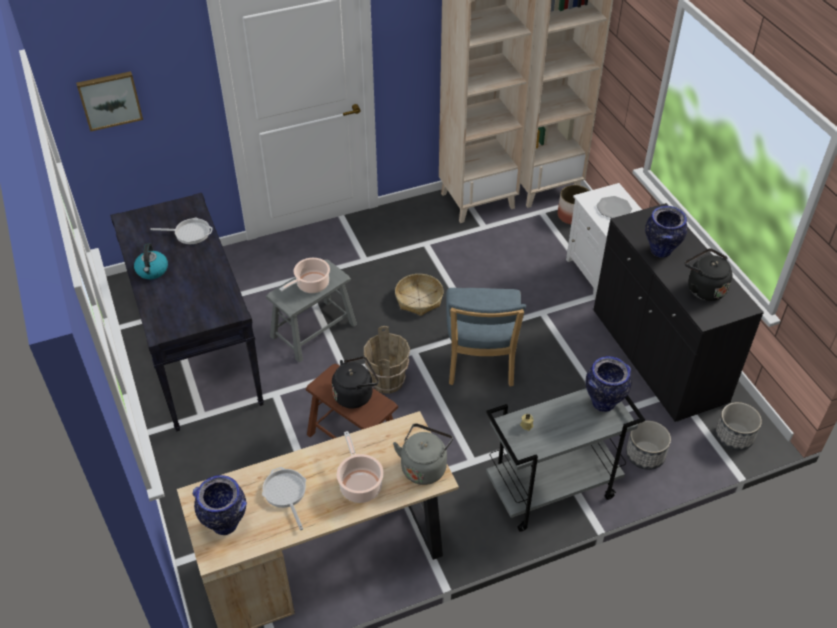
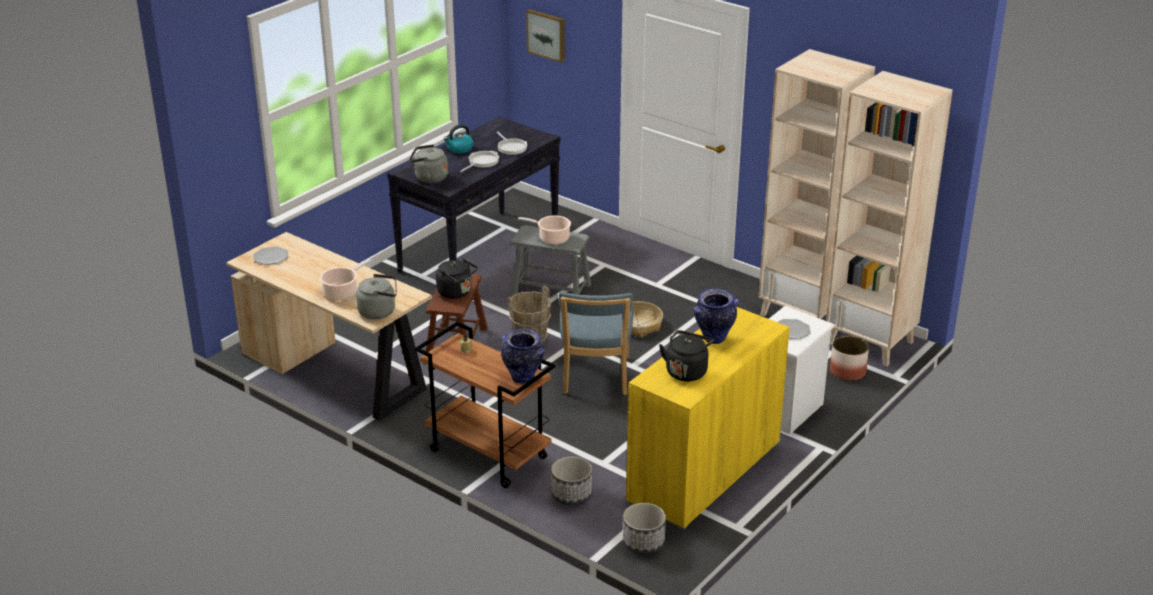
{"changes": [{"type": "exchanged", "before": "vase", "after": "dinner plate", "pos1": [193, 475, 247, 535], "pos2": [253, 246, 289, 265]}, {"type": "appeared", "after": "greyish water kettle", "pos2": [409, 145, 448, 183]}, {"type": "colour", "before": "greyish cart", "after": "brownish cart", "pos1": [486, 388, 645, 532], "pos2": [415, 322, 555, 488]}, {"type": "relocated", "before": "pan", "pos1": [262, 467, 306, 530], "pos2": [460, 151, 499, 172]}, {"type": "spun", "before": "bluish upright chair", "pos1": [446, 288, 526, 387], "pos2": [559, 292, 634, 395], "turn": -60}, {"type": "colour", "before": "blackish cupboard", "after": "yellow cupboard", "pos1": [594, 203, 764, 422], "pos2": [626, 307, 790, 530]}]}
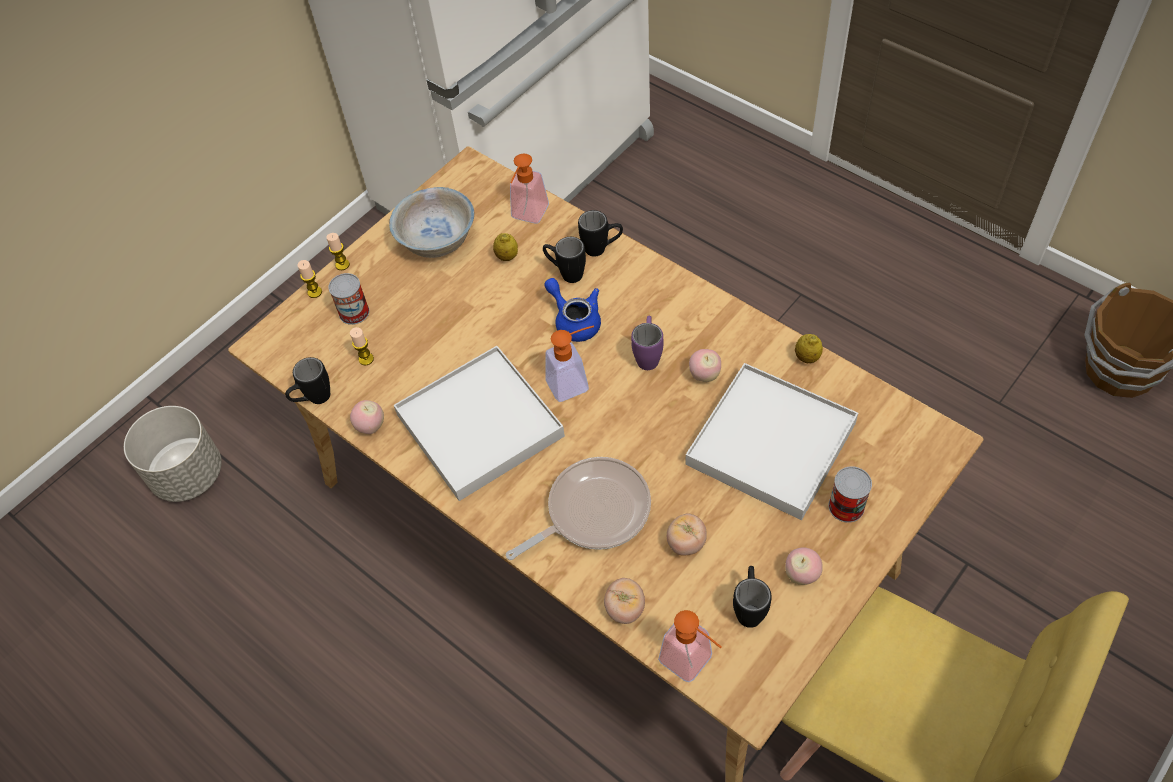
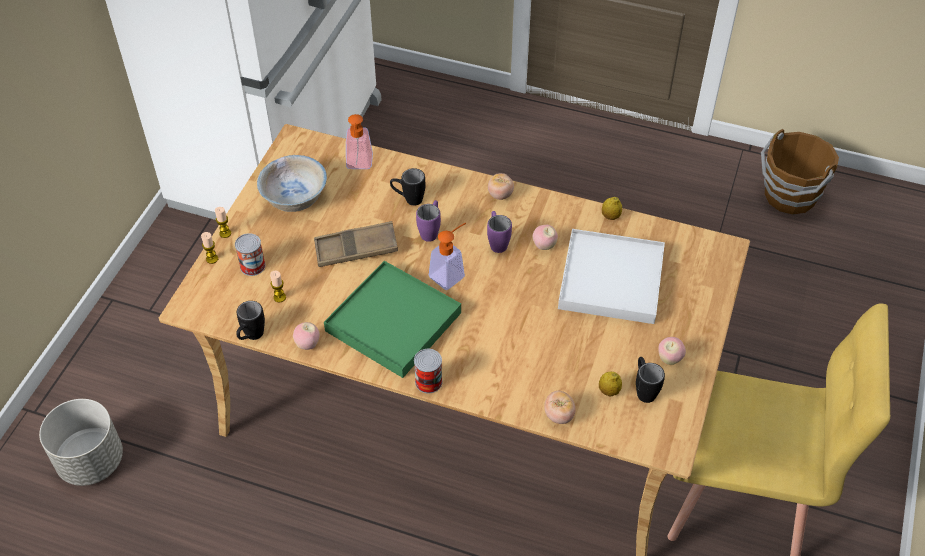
{"changes": [{"type": "appeared", "after": "brownish carrying tray", "pos2": [314, 221, 398, 267]}, {"type": "colour", "before": "whitish carrying tray", "after": "greenish carrying tray", "pos1": [394, 346, 565, 501], "pos2": [324, 261, 461, 378]}, {"type": "relocated", "before": "sealed can", "pos1": [829, 466, 872, 523], "pos2": [414, 349, 443, 393]}, {"type": "exchanged", "before": "bluish tea pot", "after": "purple-coloured mug", "pos1": [544, 278, 601, 342], "pos2": [416, 200, 441, 242]}, {"type": "relocated", "before": "tomato", "pos1": [667, 513, 707, 556], "pos2": [488, 173, 514, 200]}, {"type": "relocated", "before": "lemon", "pos1": [493, 233, 518, 261], "pos2": [599, 372, 622, 396]}, {"type": "missing", "before": "pan", "pos1": [506, 457, 651, 560]}, {"type": "missing", "before": "blackish mug", "pos1": [578, 210, 623, 257]}, {"type": "missing", "before": "soap dispenser", "pos1": [658, 610, 722, 682]}]}
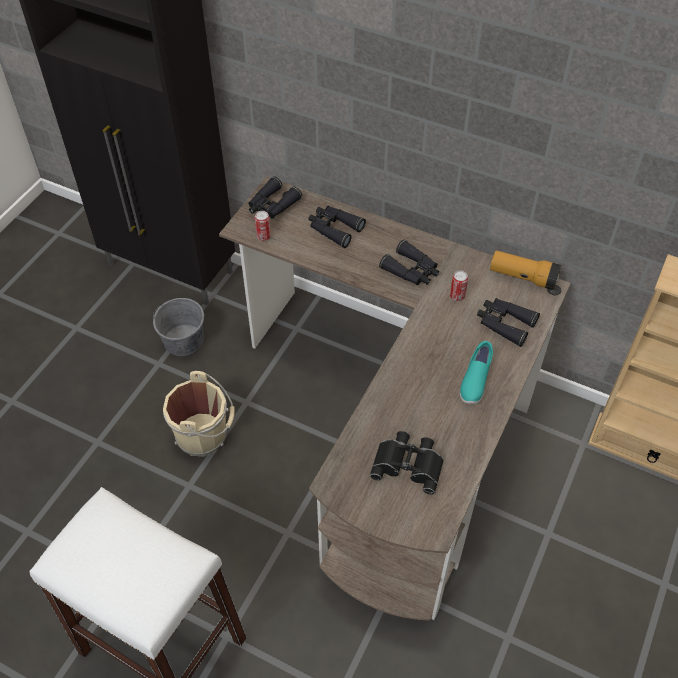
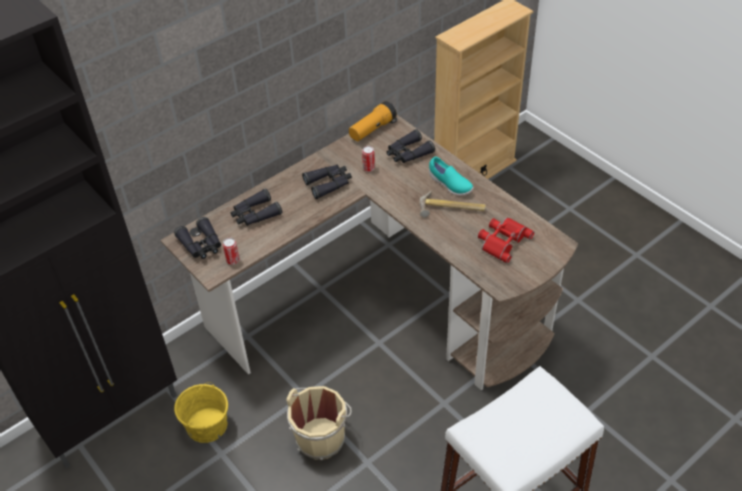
{"changes": [{"type": "colour", "before": "greyish bucket", "after": "yellow bucket", "pos1": [153, 298, 204, 356], "pos2": [174, 382, 228, 443]}, {"type": "appeared", "after": "hand hammer", "pos2": [419, 191, 486, 217]}, {"type": "colour", "before": "blackish binoculars", "after": "reddish binoculars", "pos1": [370, 431, 444, 495], "pos2": [478, 217, 534, 263]}]}
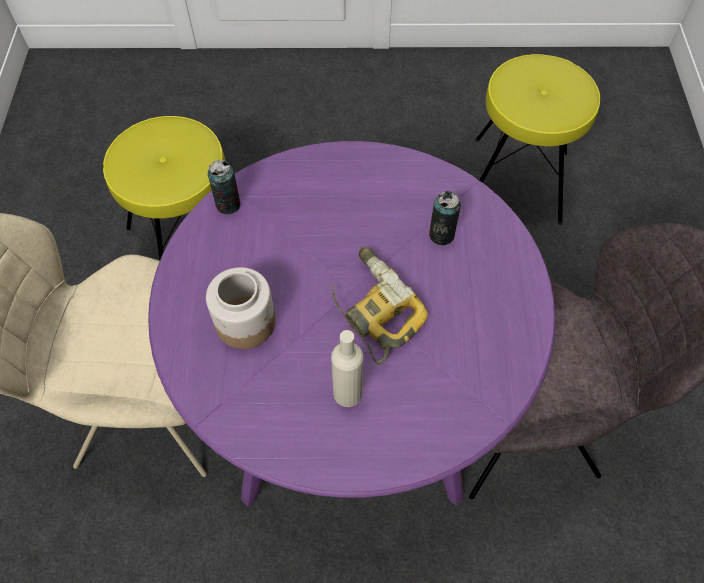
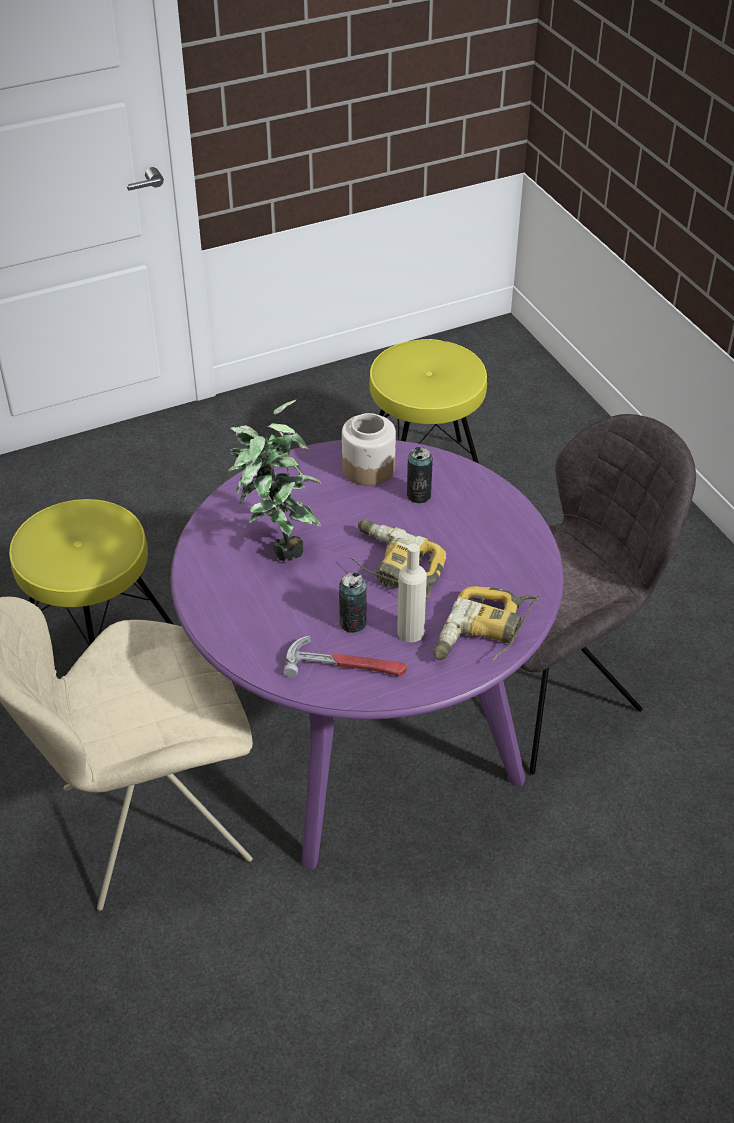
{"changes": [{"type": "appeared", "after": "plant in a pot", "pos2": [228, 400, 322, 561]}, {"type": "appeared", "after": "hand hammer", "pos2": [284, 636, 407, 677]}, {"type": "relocated", "before": "sealed can", "pos1": [208, 160, 240, 214], "pos2": [339, 573, 367, 633]}, {"type": "relocated", "before": "preserve jar", "pos1": [206, 267, 276, 349], "pos2": [342, 413, 396, 486]}, {"type": "appeared", "after": "drill", "pos2": [433, 586, 540, 661]}]}
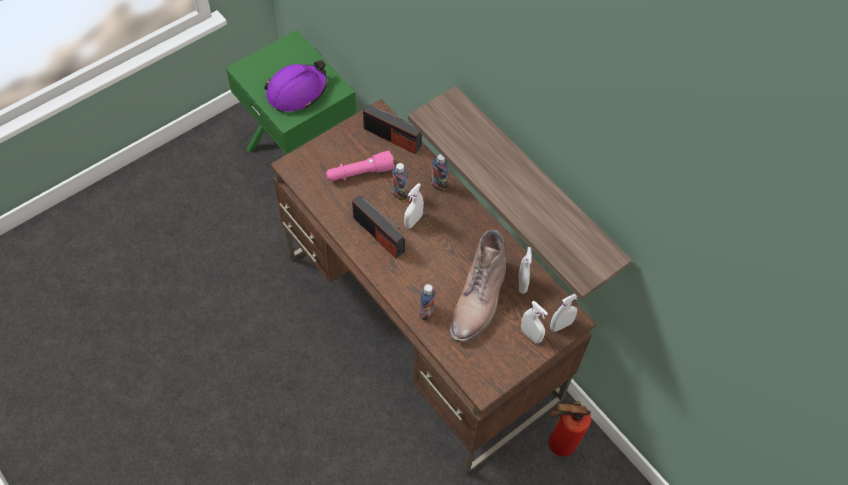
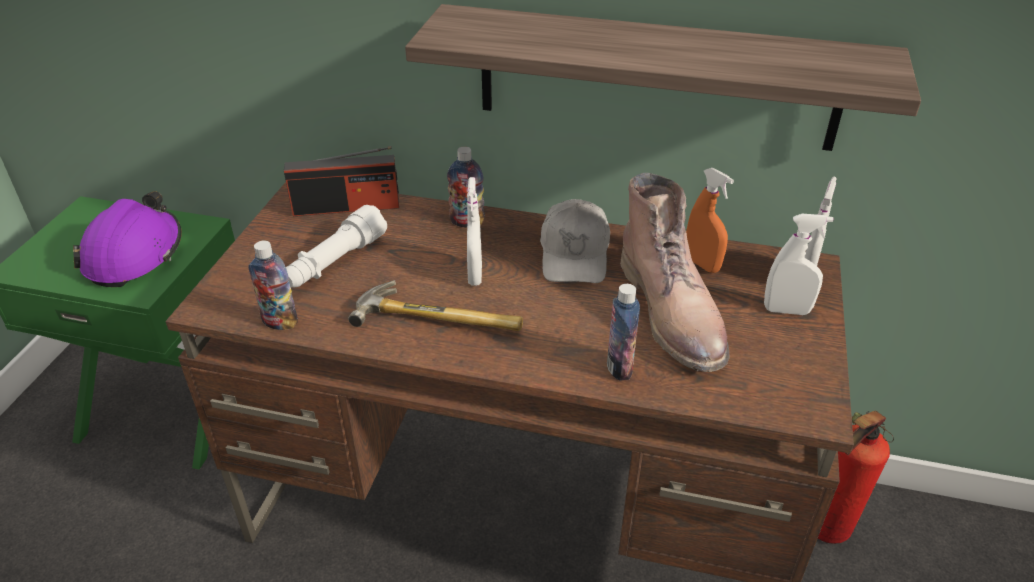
{"changes": [{"type": "relocated", "before": "beverage bottle", "pos1": [392, 163, 407, 201], "pos2": [248, 240, 298, 330]}, {"type": "colour", "before": "pink hand torch", "after": "whitish hand torch", "pos1": [326, 151, 395, 181], "pos2": [286, 205, 387, 288]}, {"type": "exchanged", "before": "radio receiver", "after": "hand hammer", "pos1": [352, 195, 405, 259], "pos2": [348, 280, 523, 331]}, {"type": "appeared", "after": "whitish cap", "pos2": [540, 199, 610, 283]}, {"type": "colour", "before": "whitish sprayer", "after": "orangey sprayer", "pos1": [518, 247, 532, 294], "pos2": [686, 168, 734, 273]}]}
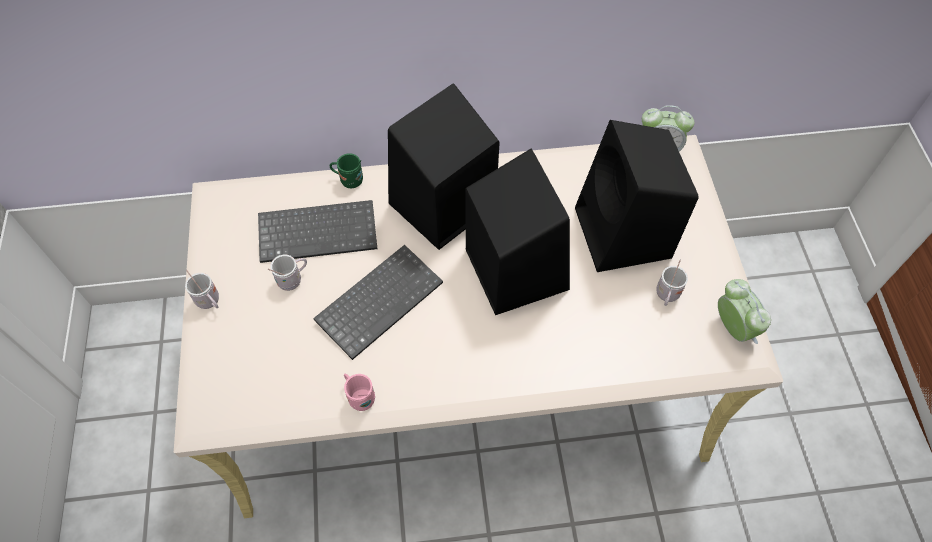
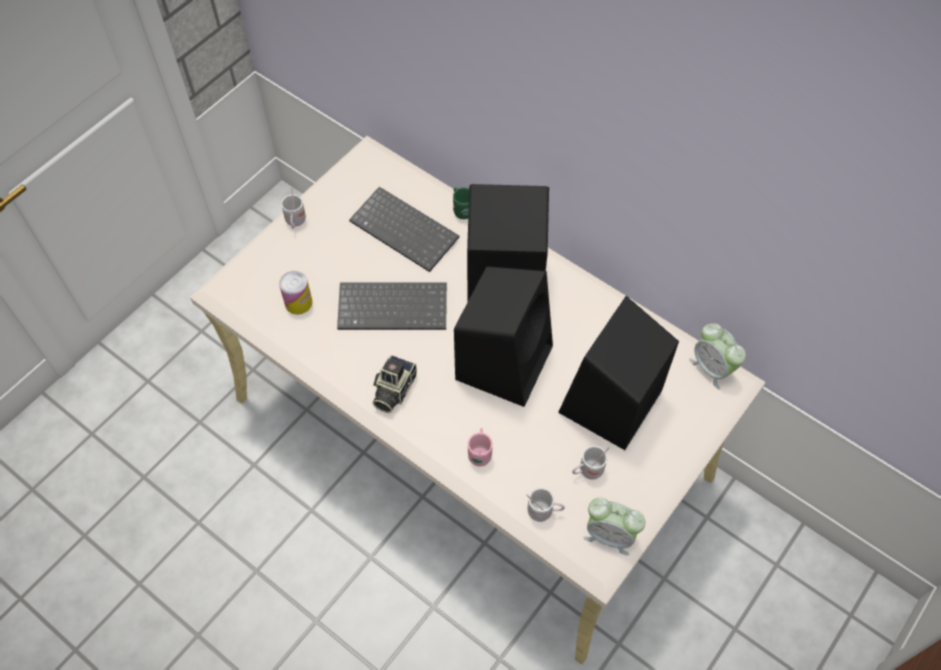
{"changes": [{"type": "appeared", "after": "sealed can", "pos2": [279, 271, 312, 314]}, {"type": "appeared", "after": "still camera", "pos2": [373, 355, 417, 413]}, {"type": "relocated", "before": "pink mug", "pos1": [344, 374, 375, 411], "pos2": [468, 428, 493, 466]}, {"type": "relocated", "before": "whitish mug", "pos1": [268, 255, 307, 291], "pos2": [526, 488, 565, 522]}, {"type": "spun", "before": "table clock", "pos1": [718, 279, 771, 344], "pos2": [584, 497, 645, 556], "turn": 90}]}
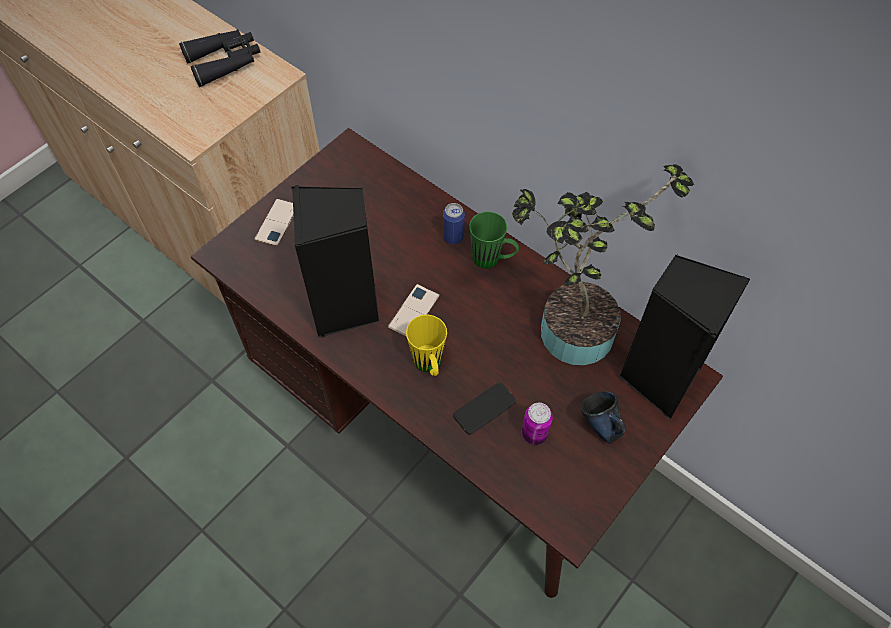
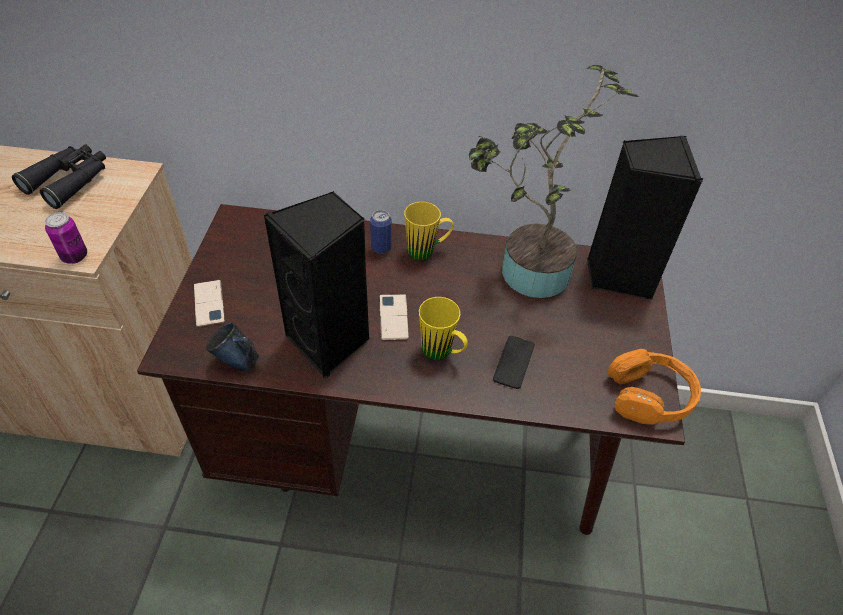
{"changes": [{"type": "relocated", "before": "sealed can", "pos1": [522, 403, 553, 445], "pos2": [45, 212, 87, 264]}, {"type": "relocated", "before": "bluish mug", "pos1": [581, 391, 626, 444], "pos2": [206, 322, 259, 371]}, {"type": "colour", "before": "greenish mug", "after": "yellow mug", "pos1": [469, 212, 519, 269], "pos2": [404, 202, 454, 260]}, {"type": "appeared", "after": "orangey headset", "pos2": [607, 349, 701, 425]}]}
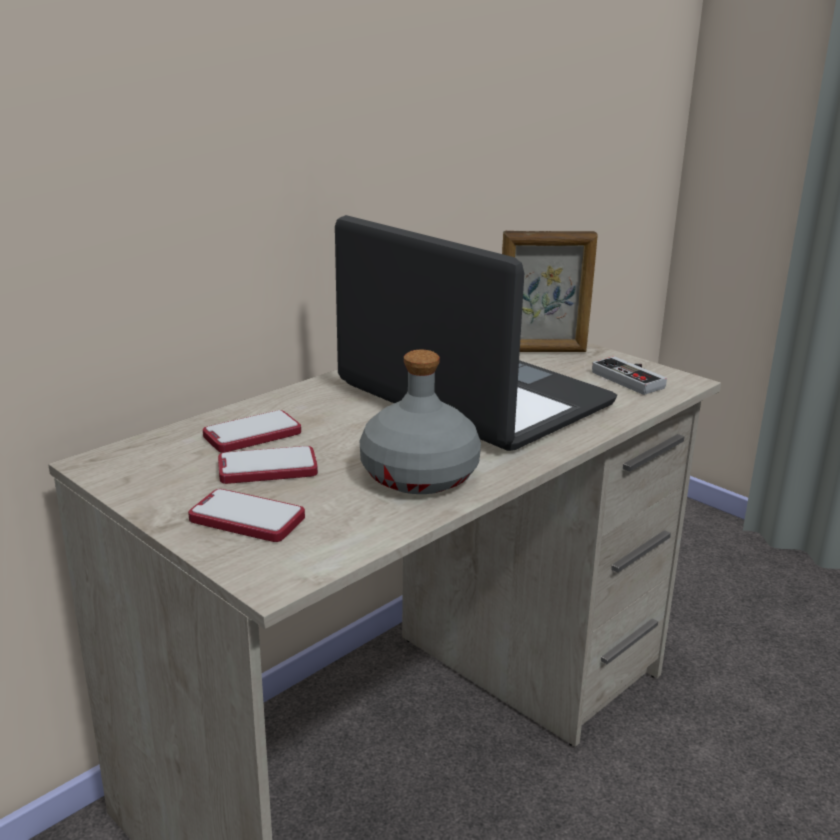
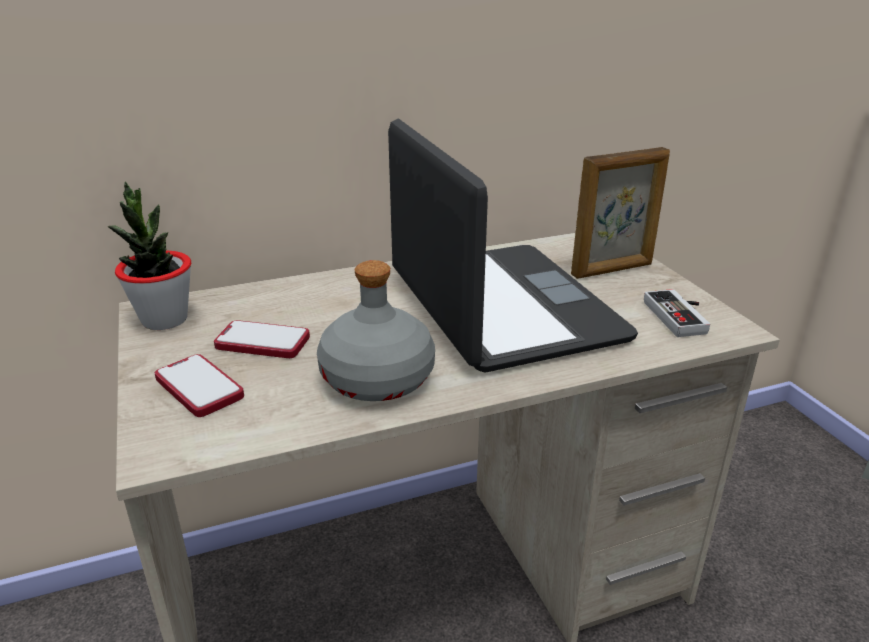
{"changes": [{"type": "appeared", "after": "plant in a pot", "pos2": [107, 182, 191, 330]}, {"type": "spun", "before": "standing frame", "pos1": [502, 231, 598, 352], "pos2": [571, 147, 670, 279], "turn": -45}, {"type": "missing", "before": "phone", "pos1": [203, 410, 301, 453]}]}
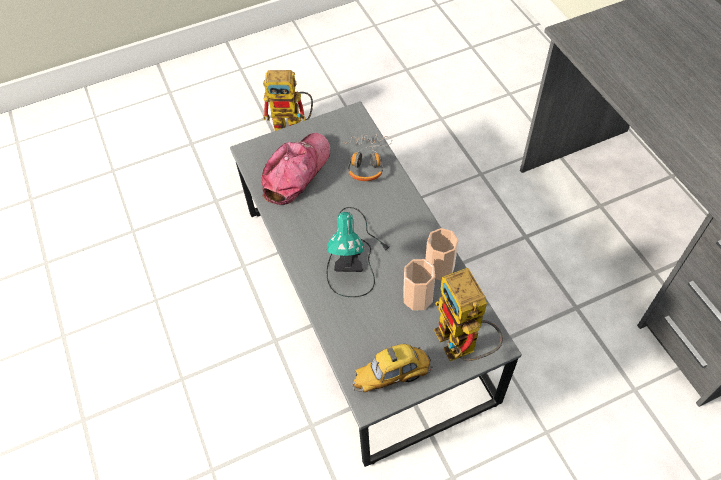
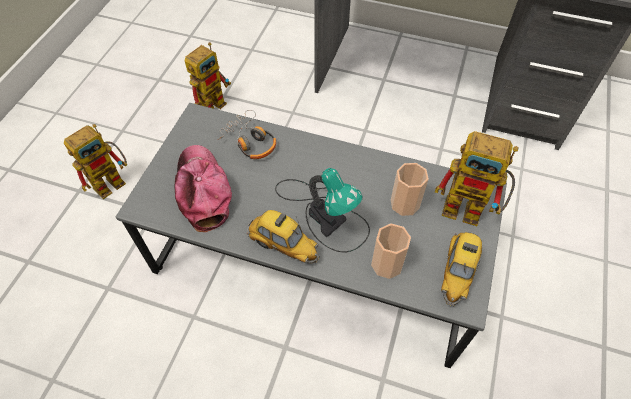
{"changes": [{"type": "appeared", "after": "model robot", "pos2": [185, 42, 231, 109]}, {"type": "appeared", "after": "toy car", "pos2": [247, 210, 319, 264]}, {"type": "relocated", "before": "small cup", "pos1": [426, 228, 459, 281], "pos2": [371, 223, 411, 279]}]}
